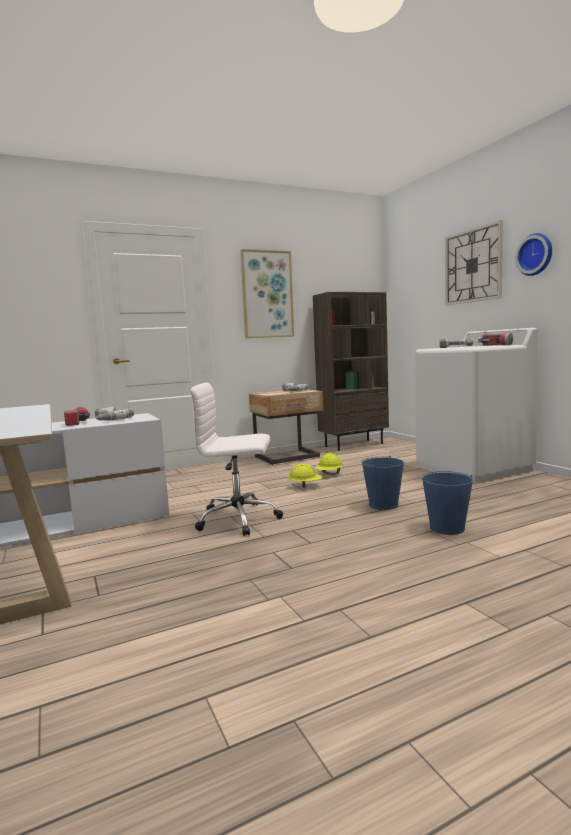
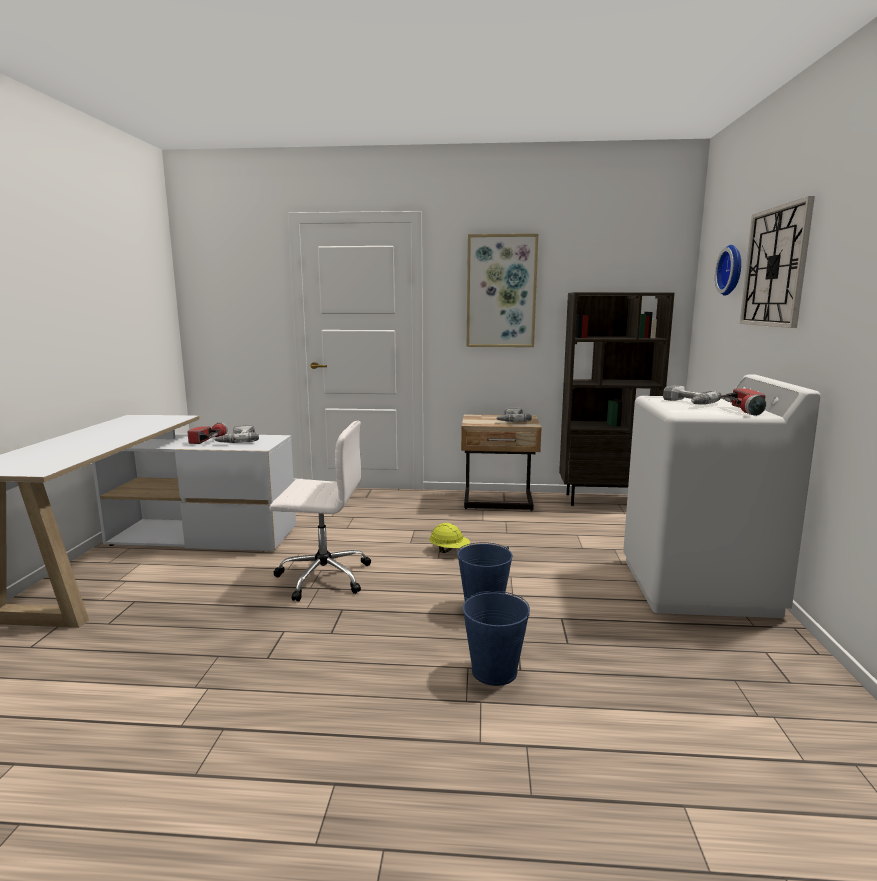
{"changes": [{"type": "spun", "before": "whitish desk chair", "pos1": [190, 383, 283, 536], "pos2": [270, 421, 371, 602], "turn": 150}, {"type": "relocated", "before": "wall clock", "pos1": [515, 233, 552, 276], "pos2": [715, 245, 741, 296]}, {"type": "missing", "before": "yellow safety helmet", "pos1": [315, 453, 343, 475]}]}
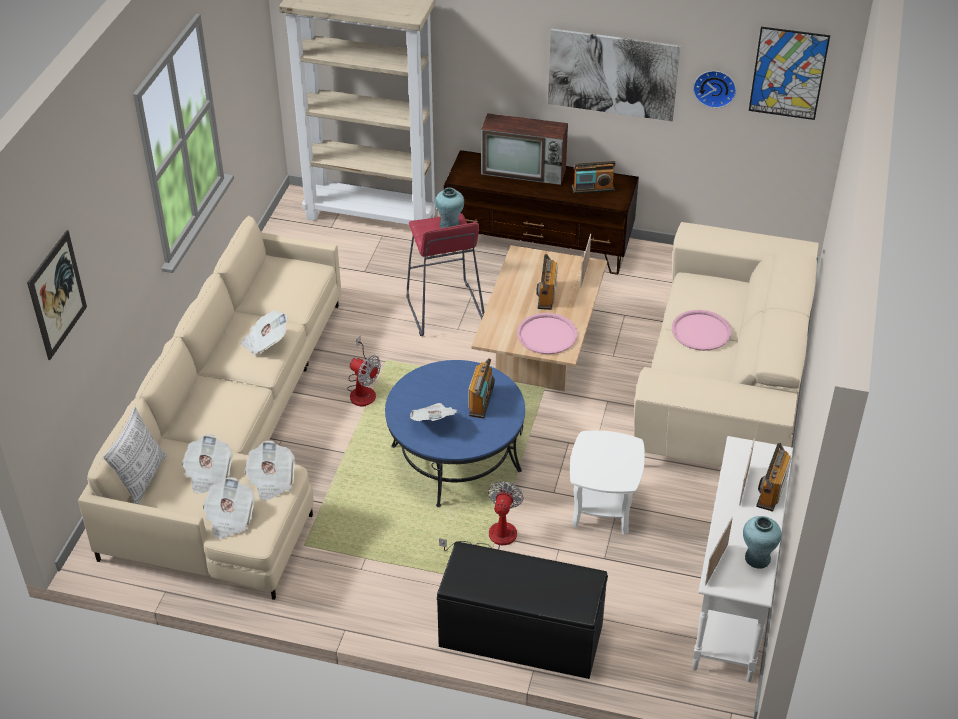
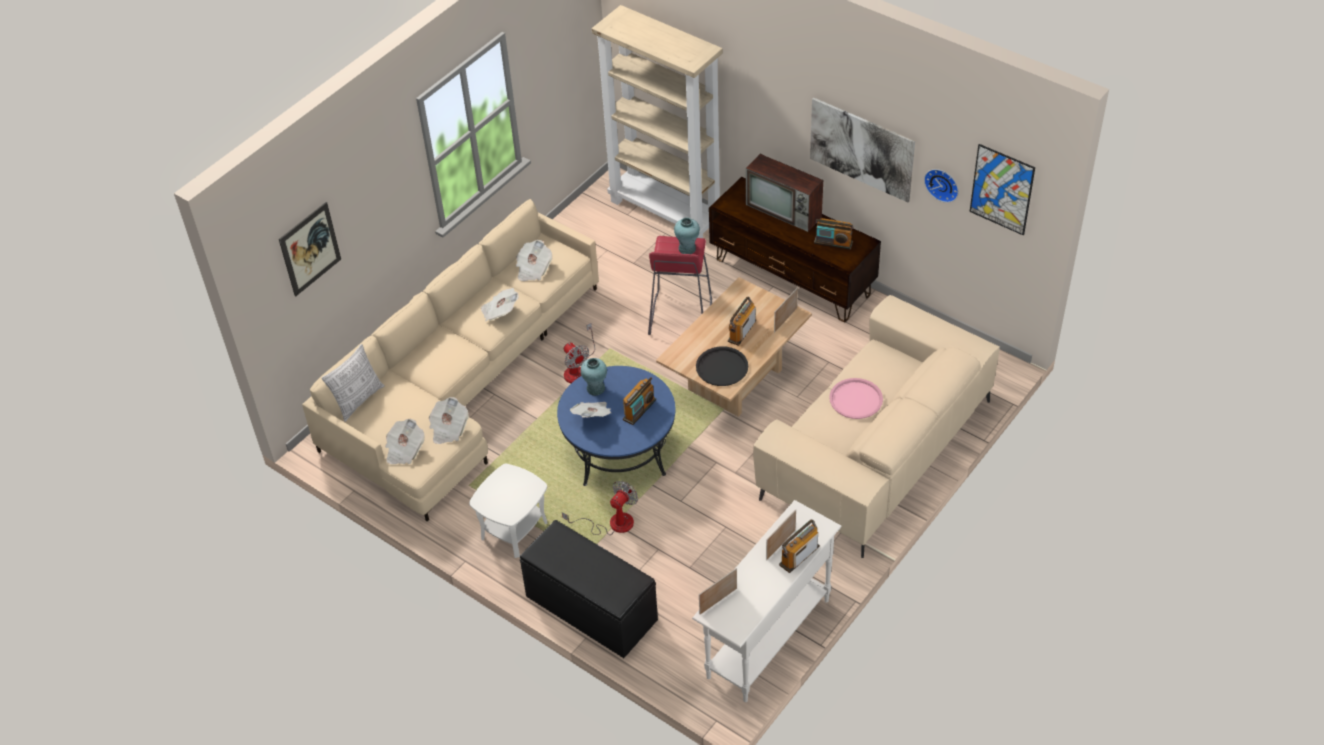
{"changes": [{"type": "relocated", "before": "whitish end table", "pos1": [570, 431, 645, 535], "pos2": [469, 464, 548, 558]}, {"type": "relocated", "before": "daily paper", "pos1": [182, 434, 233, 494], "pos2": [516, 240, 553, 281]}, {"type": "relocated", "before": "turquoise-coloured vase", "pos1": [743, 516, 782, 569], "pos2": [580, 358, 607, 396]}, {"type": "colour", "before": "pink carrying tray", "after": "blackish carrying tray", "pos1": [517, 313, 577, 354], "pos2": [696, 346, 748, 386]}]}
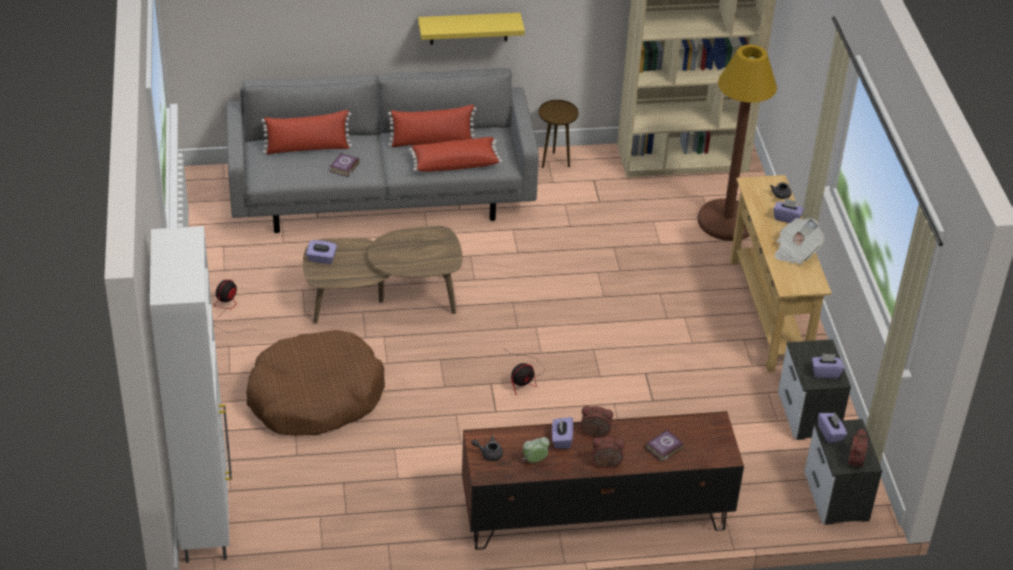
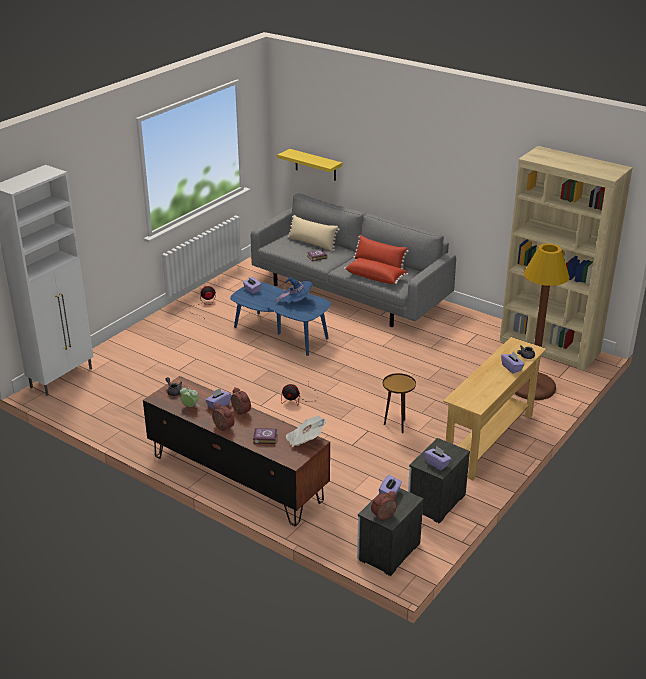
{"changes": [{"type": "colour", "before": "brownish low table", "after": "bluish low table", "pos1": [303, 226, 463, 323], "pos2": [230, 282, 331, 356]}, {"type": "appeared", "after": "bluish clothing hat", "pos2": [276, 277, 313, 303]}, {"type": "relocated", "before": "yellow bracket shelf", "pos1": [418, 13, 525, 45], "pos2": [277, 149, 342, 181]}, {"type": "relocated", "before": "daily paper", "pos1": [774, 218, 824, 265], "pos2": [285, 416, 326, 447]}, {"type": "colour", "before": "reddish pillow", "after": "sand-coloured pillow", "pos1": [261, 110, 352, 154], "pos2": [288, 215, 340, 251]}, {"type": "relocated", "before": "brownish end table", "pos1": [539, 100, 579, 168], "pos2": [383, 373, 416, 433]}, {"type": "missing", "before": "brownish dog bed", "pos1": [246, 330, 385, 436]}]}
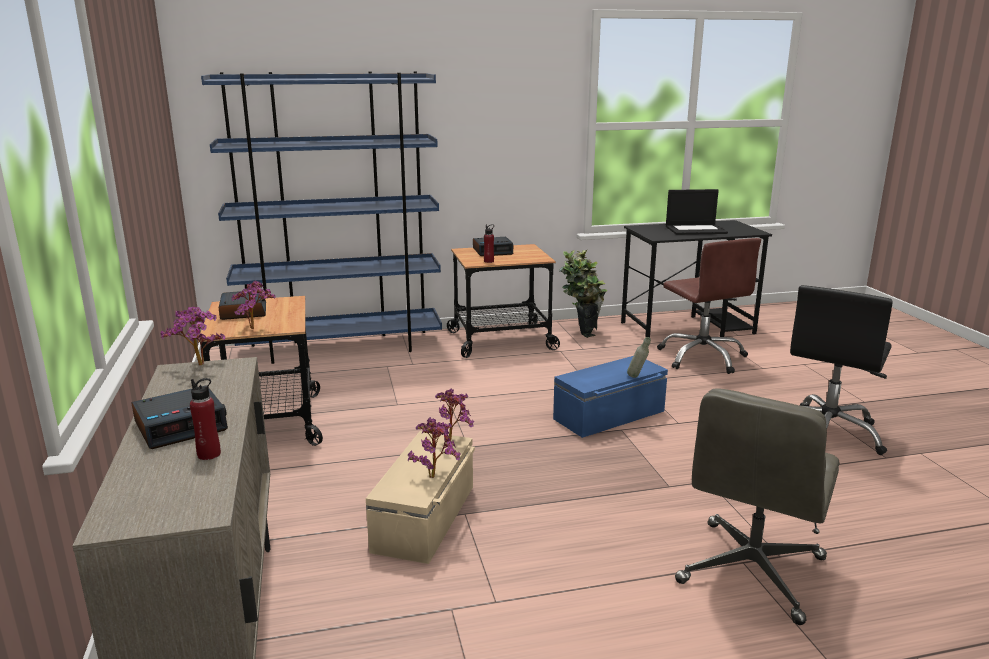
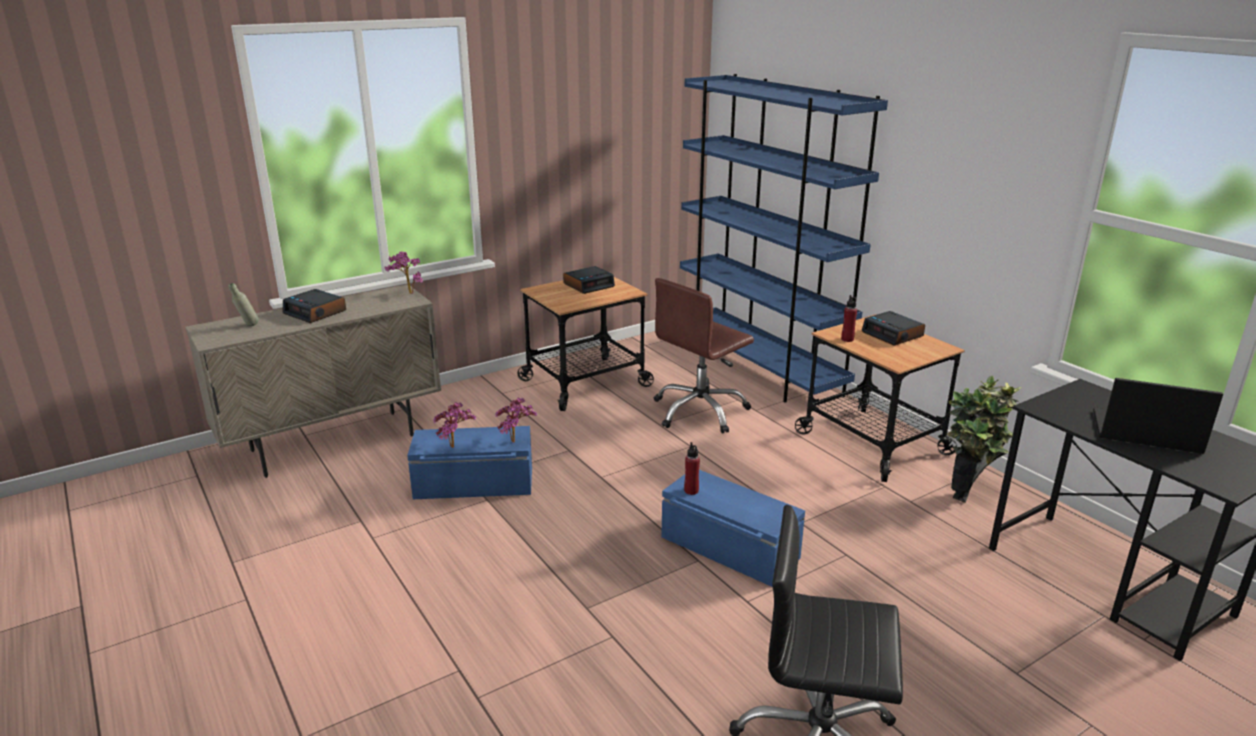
{"changes": [{"type": "relocated", "before": "greyish beverage bottle", "pos1": [627, 337, 651, 378], "pos2": [229, 283, 259, 326]}, {"type": "colour", "before": "sand-coloured storage bin", "after": "bluish storage bin", "pos1": [366, 431, 475, 564], "pos2": [407, 426, 532, 499]}, {"type": "relocated", "before": "brownish desk chair", "pos1": [657, 238, 761, 374], "pos2": [654, 278, 754, 434]}, {"type": "relocated", "before": "reddish beverage bottle", "pos1": [190, 378, 221, 460], "pos2": [684, 442, 700, 495]}, {"type": "spun", "before": "notebook computer", "pos1": [666, 189, 728, 235], "pos2": [1093, 378, 1223, 454], "turn": 135}, {"type": "missing", "before": "plant in a pot", "pos1": [232, 281, 276, 329]}, {"type": "missing", "before": "greyish desk chair", "pos1": [675, 388, 840, 625]}]}
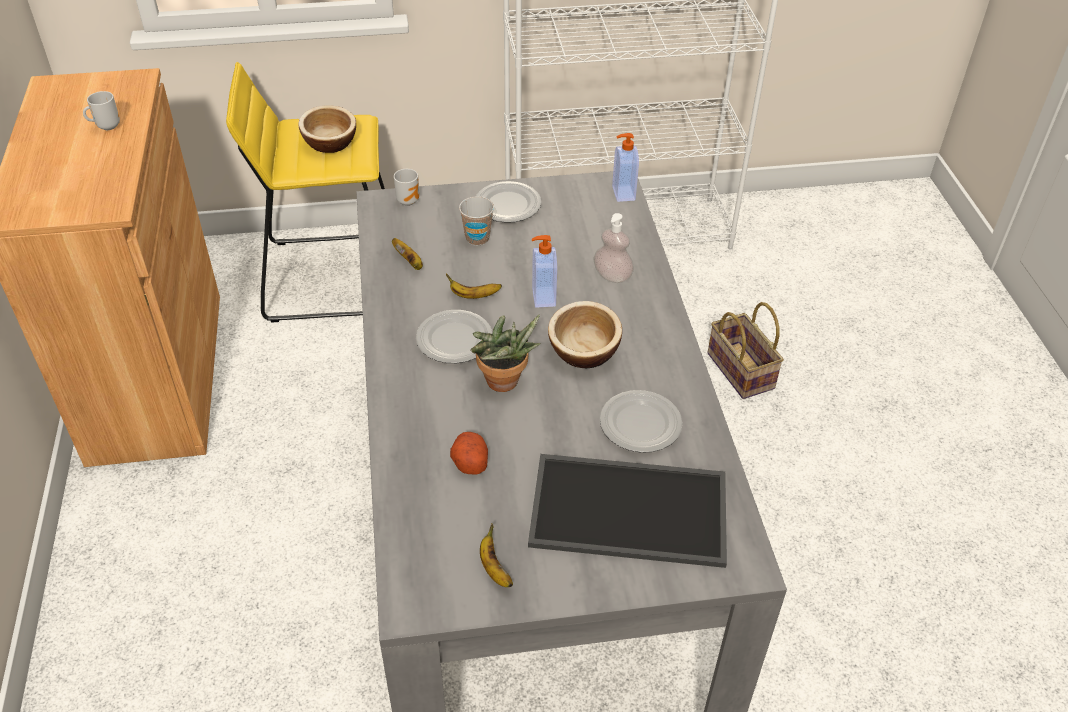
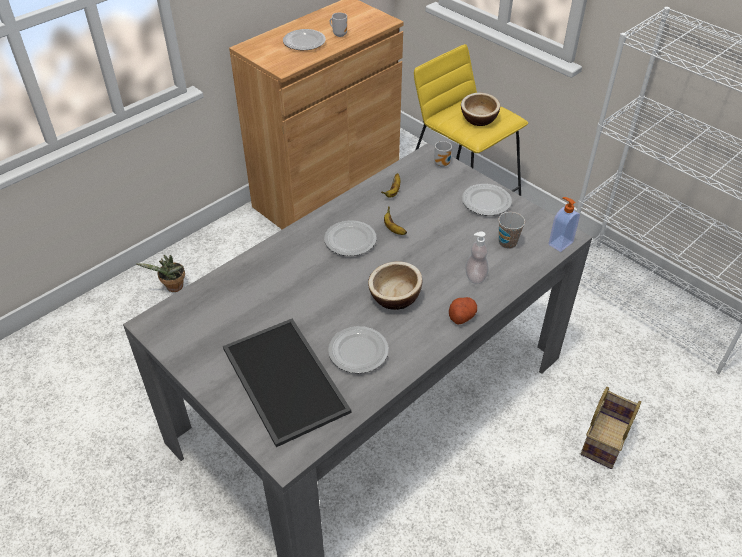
{"changes": [{"type": "relocated", "before": "plant in a pot", "pos1": [470, 314, 541, 392], "pos2": [136, 255, 185, 292]}, {"type": "appeared", "after": "dinner plate", "pos2": [283, 29, 326, 50]}, {"type": "relocated", "before": "potato", "pos1": [450, 432, 488, 475], "pos2": [449, 297, 477, 325]}, {"type": "relocated", "before": "small cup", "pos1": [459, 196, 494, 246], "pos2": [498, 212, 525, 249]}, {"type": "missing", "before": "banana fruit", "pos1": [480, 523, 513, 587]}, {"type": "missing", "before": "soap dispenser", "pos1": [532, 235, 557, 308]}]}
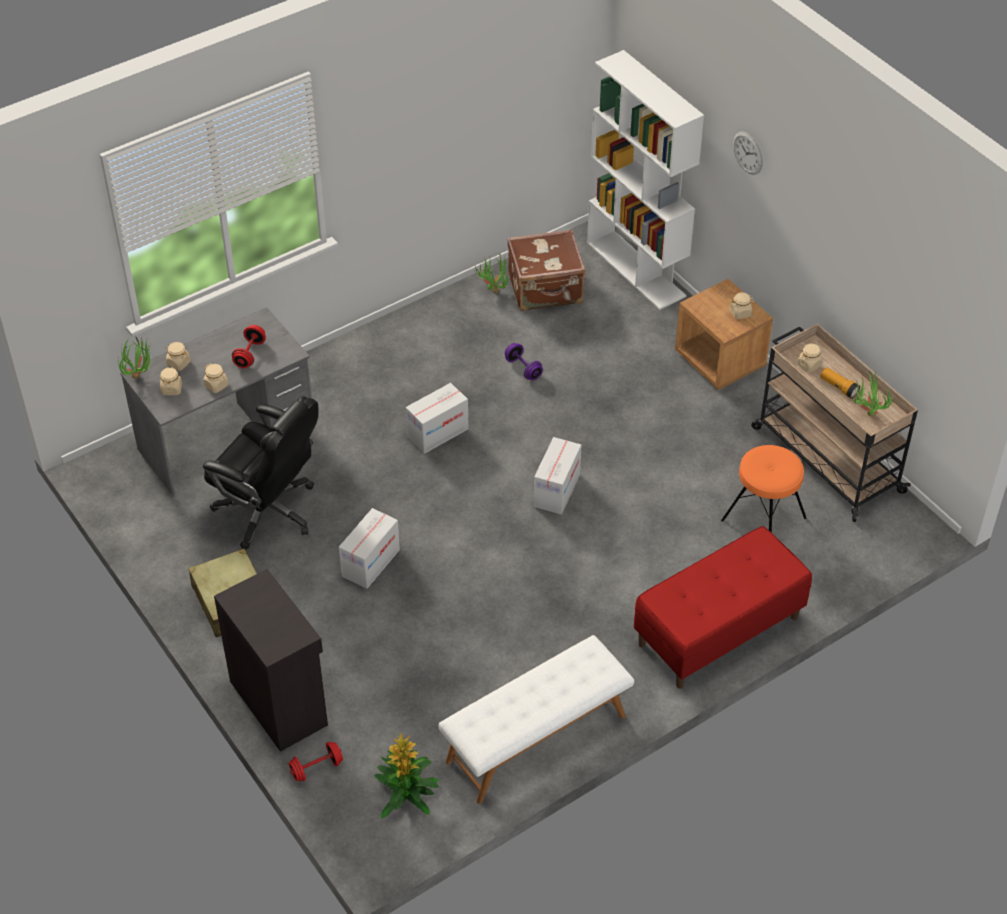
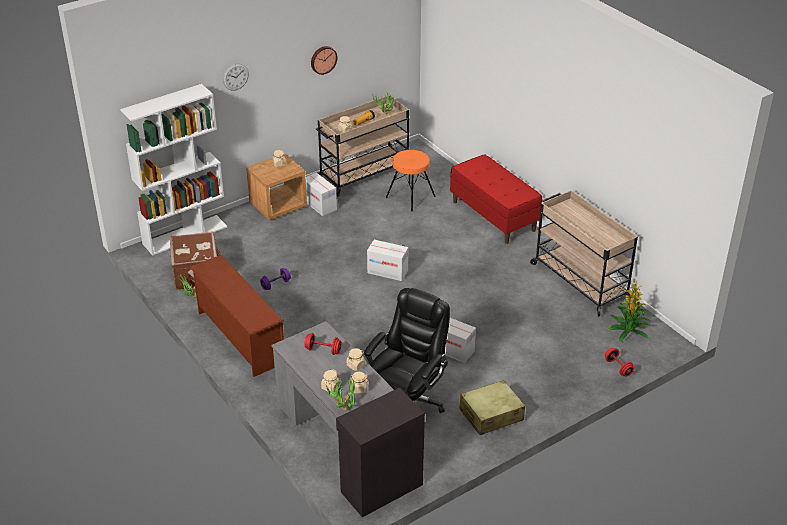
{"changes": [{"type": "appeared", "after": "brownish shoe shelf", "pos2": [189, 255, 284, 377]}, {"type": "relocated", "before": "cardboard box", "pos1": [406, 383, 469, 454], "pos2": [306, 173, 337, 216]}, {"type": "appeared", "after": "wall clock", "pos2": [311, 46, 337, 75]}, {"type": "relocated", "before": "blackish cupboard", "pos1": [214, 569, 328, 752], "pos2": [336, 388, 425, 517]}, {"type": "exchanged", "before": "whitish indoor bench", "after": "sand-coloured cart", "pos1": [439, 635, 634, 804], "pos2": [530, 190, 638, 317]}]}
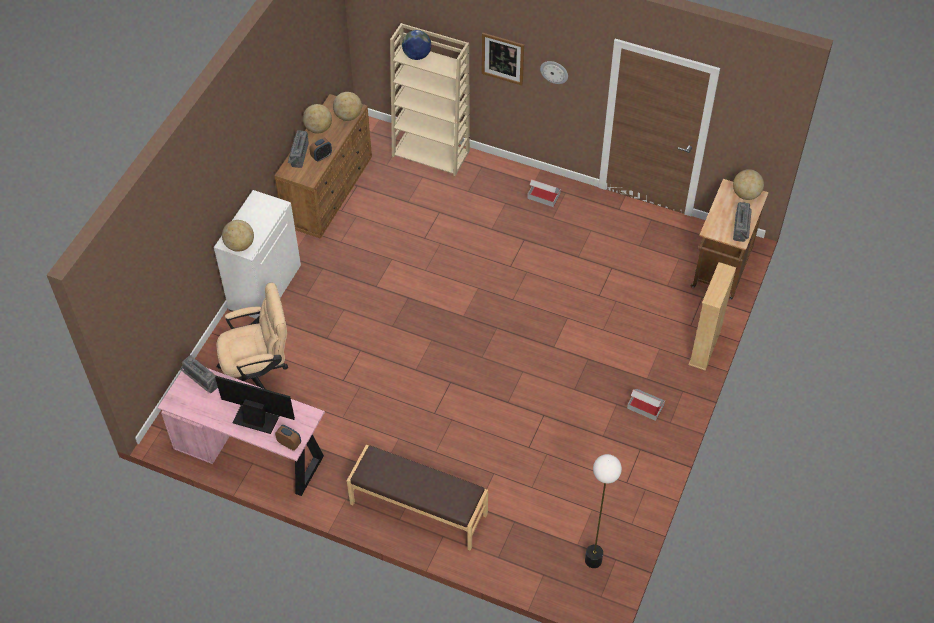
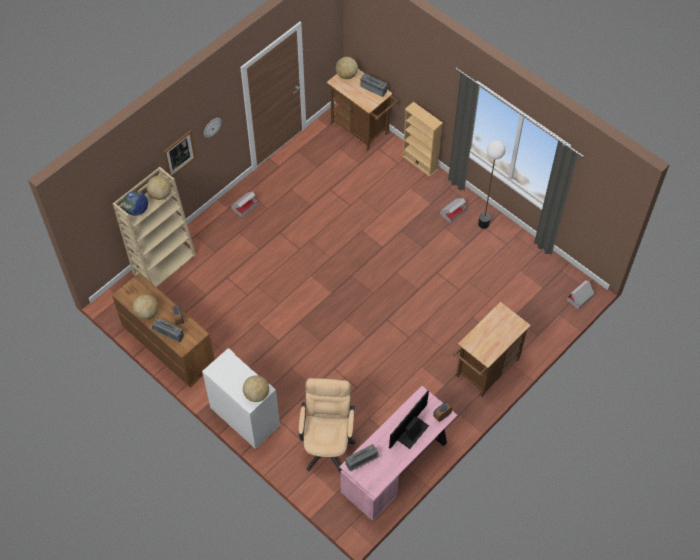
{"changes": [{"type": "relocated", "before": "desk globe", "pos1": [333, 92, 362, 121], "pos2": [147, 175, 172, 200]}, {"type": "exchanged", "before": "brownish indoor bench", "after": "brownish cart", "pos1": [347, 445, 488, 551], "pos2": [453, 302, 531, 397]}, {"type": "relocated", "before": "floor lamp", "pos1": [585, 454, 622, 568], "pos2": [478, 140, 506, 229]}, {"type": "appeared", "after": "cardboard box", "pos2": [567, 280, 595, 310]}]}
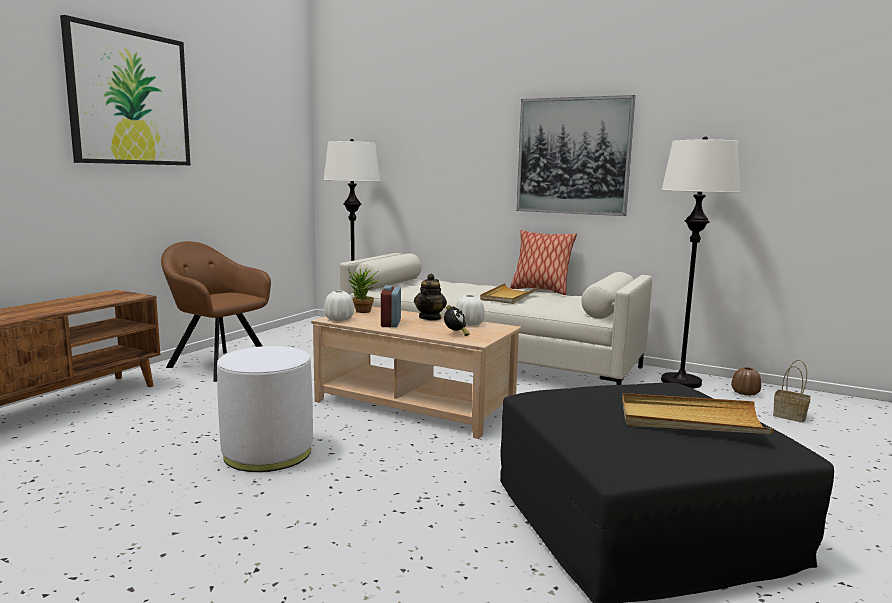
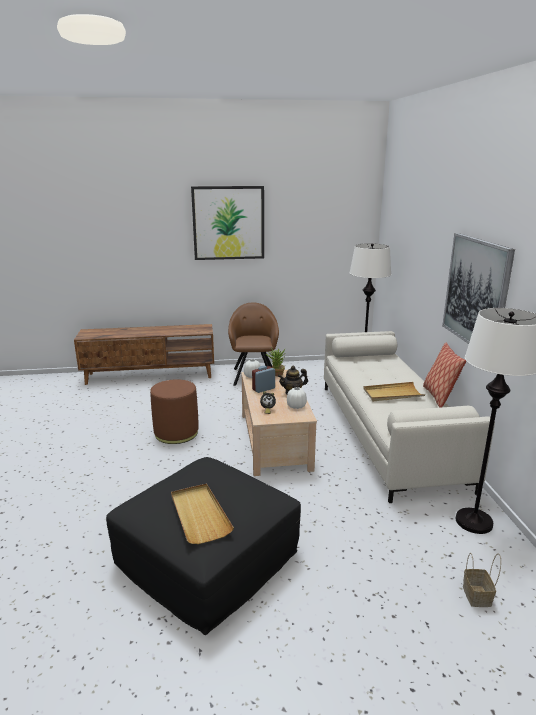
{"changes": [{"type": "colour", "before": "whitish ottoman", "after": "brownish ottoman", "pos1": [217, 346, 313, 472], "pos2": [150, 379, 199, 444]}, {"type": "missing", "before": "brownish vase", "pos1": [731, 367, 761, 396]}]}
